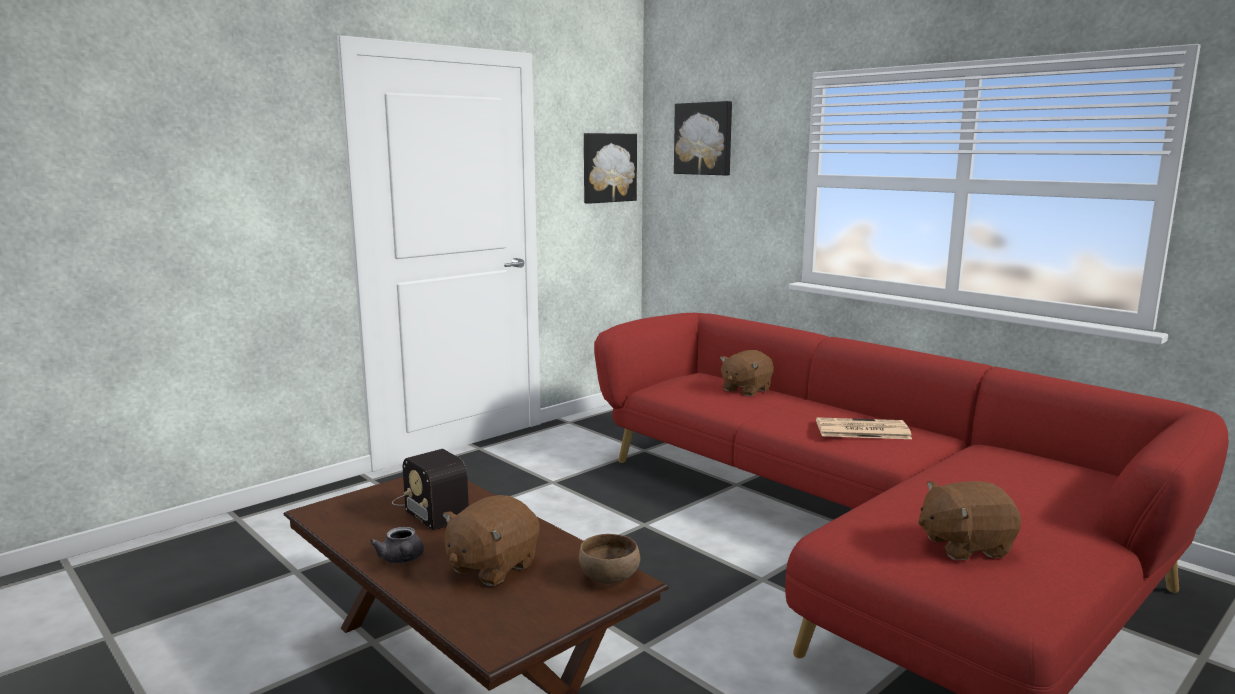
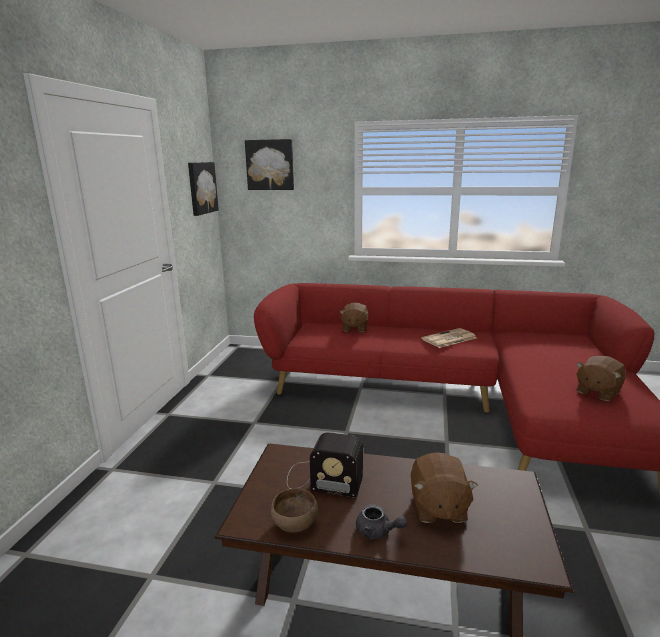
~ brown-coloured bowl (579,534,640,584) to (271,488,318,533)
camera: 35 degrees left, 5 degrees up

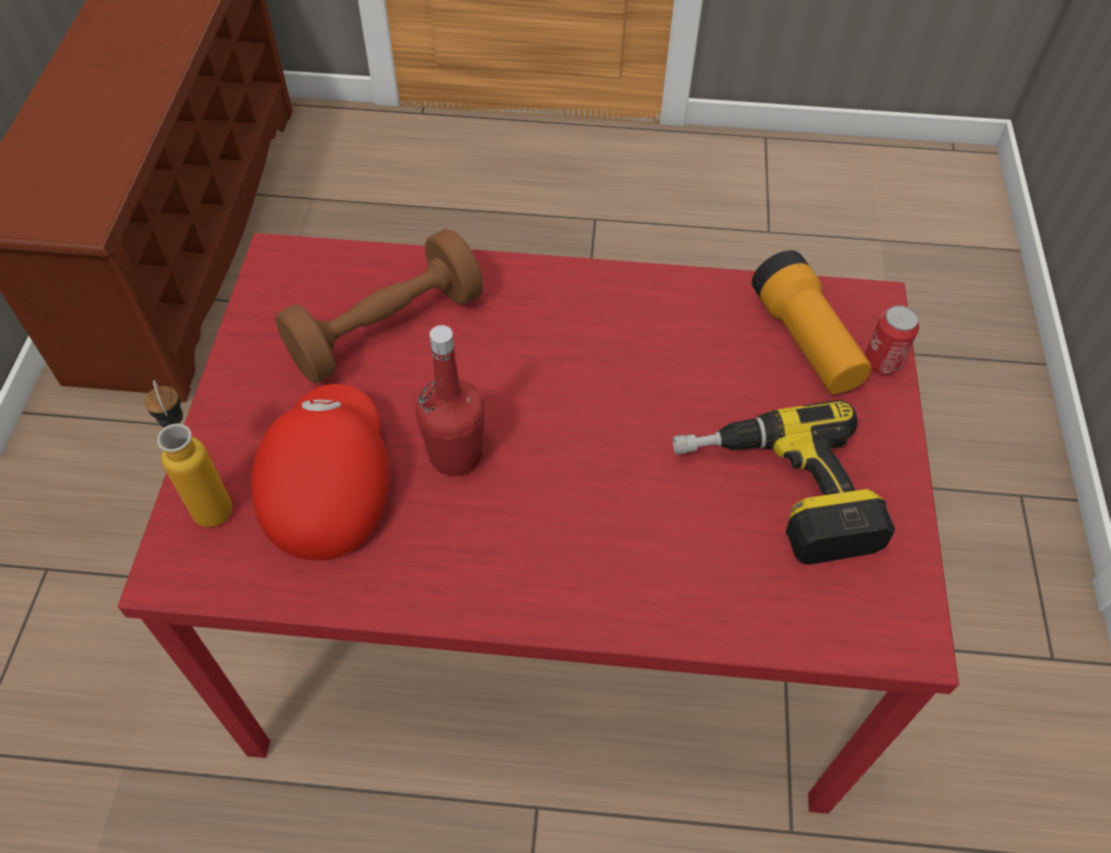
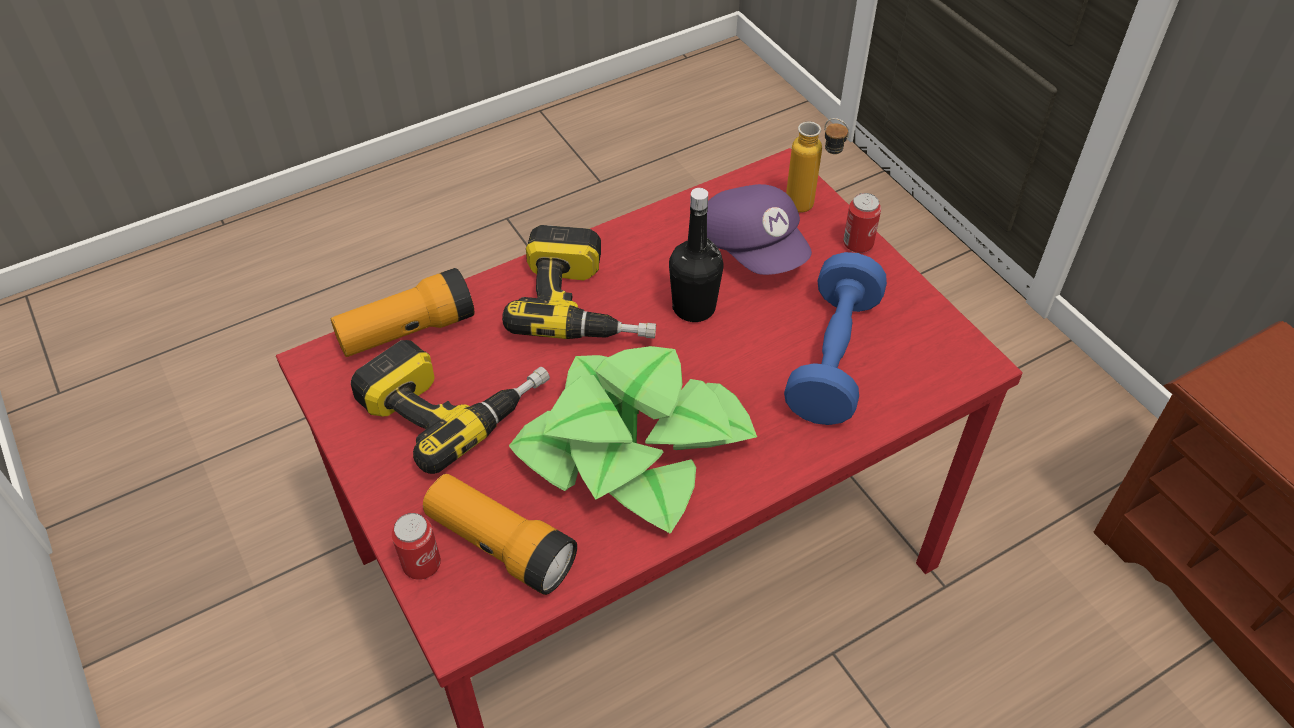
+ flashlight (331,268,474,357)
+ drill (502,225,656,339)
+ houseplant (509,346,757,534)
~ red drink bottle (416,325,485,476) to black-coloured drink bottle (669,188,724,322)
~ red cap (251,384,389,560) to purplish cap (707,184,812,275)
~ brown-coloured hand weight (275,229,483,383) to blue hand weight (784,252,887,425)
+ can (843,193,881,253)
camera: 145 degrees right, 5 degrees down

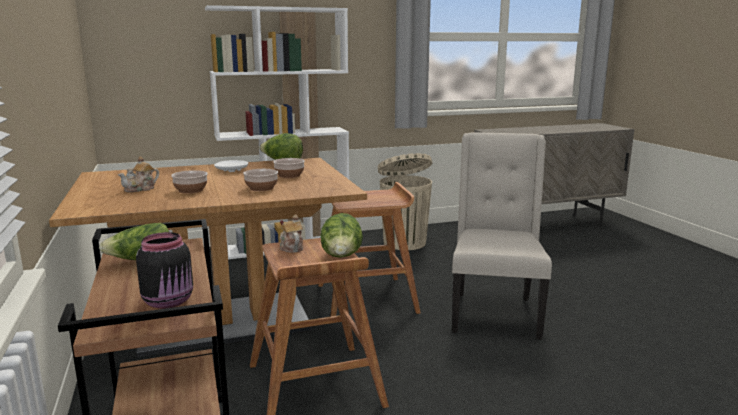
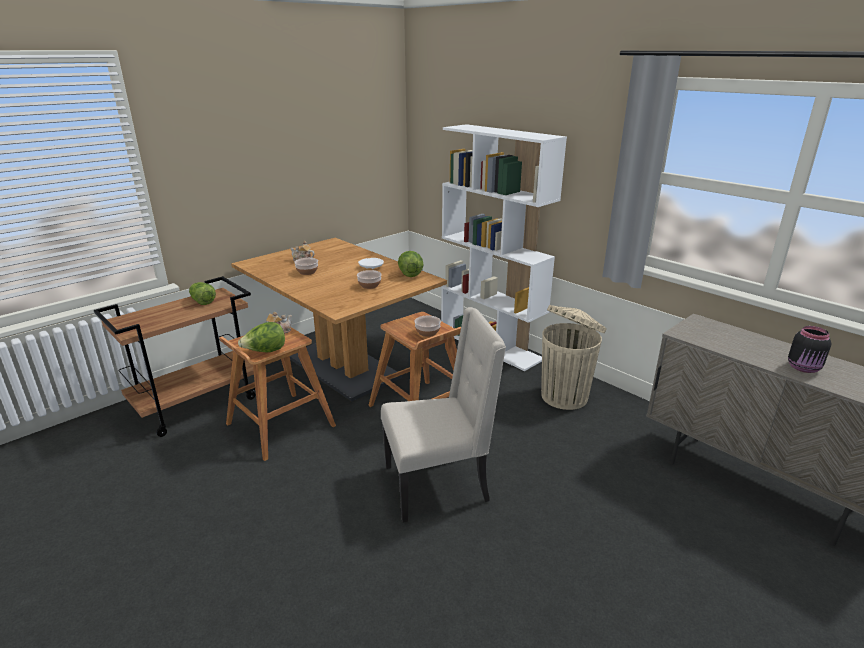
~ bowl (243,169,278,191) to (414,316,441,337)
~ black-coloured jar (136,232,193,309) to (788,326,831,373)
camera: 65 degrees right, 10 degrees up

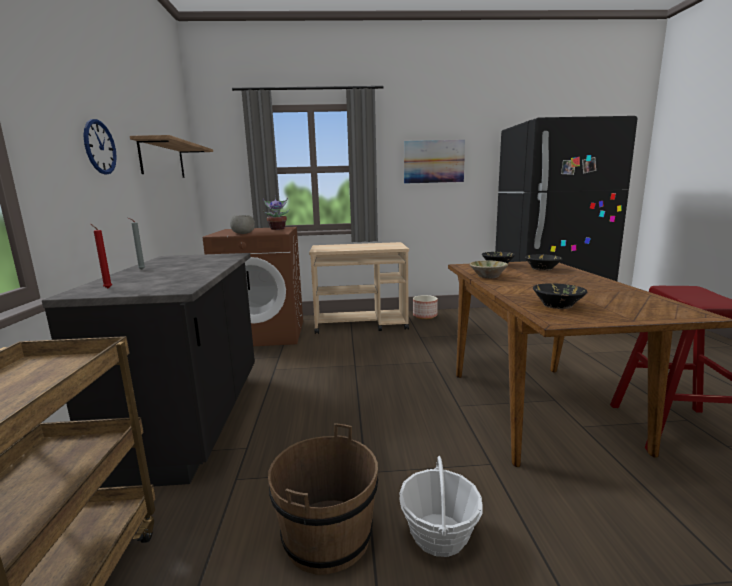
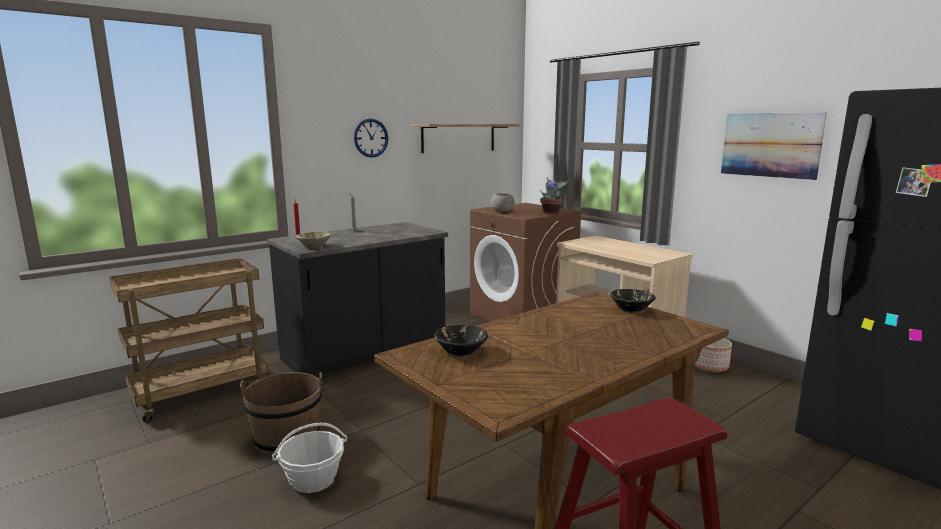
~ sand-coloured bowl (470,260,508,278) to (296,232,331,249)
- black-coloured bowl (525,254,562,271)
camera: 55 degrees right, 0 degrees up

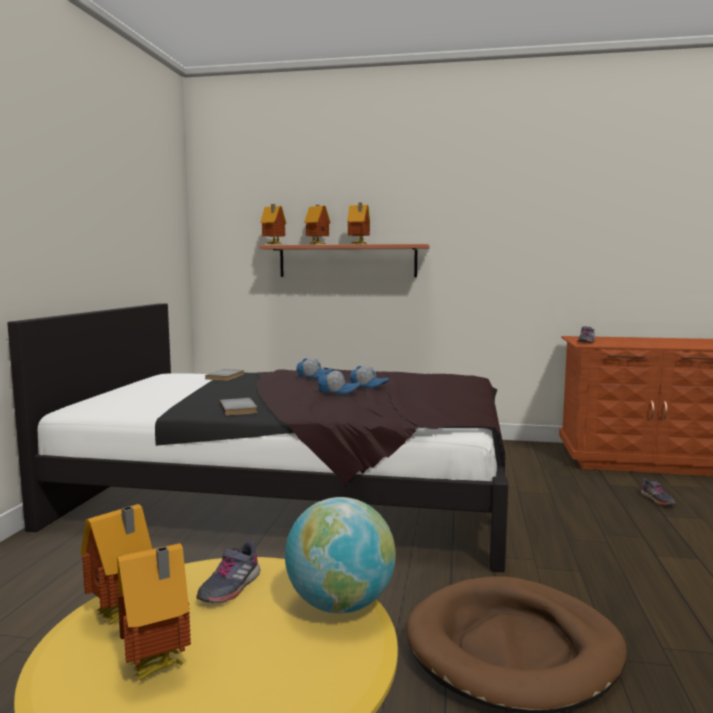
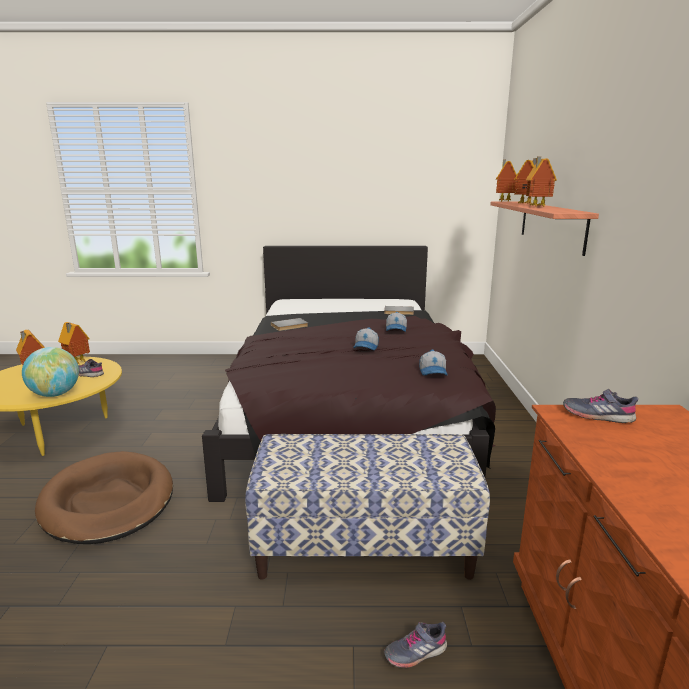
+ long seat (245,434,490,580)
~ cap (318,371,361,394) to (419,350,448,376)
camera: 80 degrees right, 10 degrees up

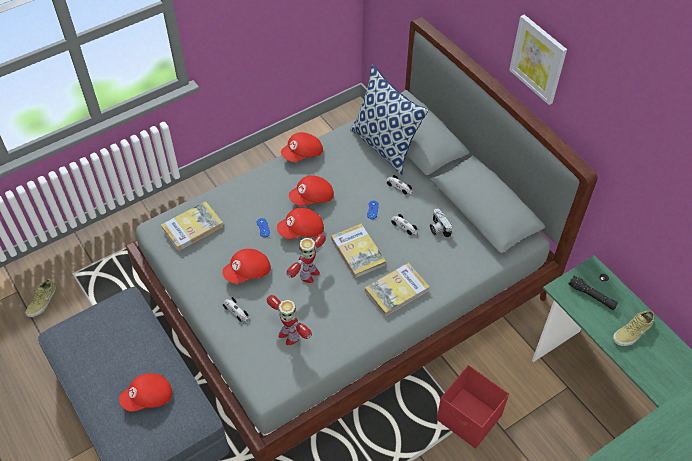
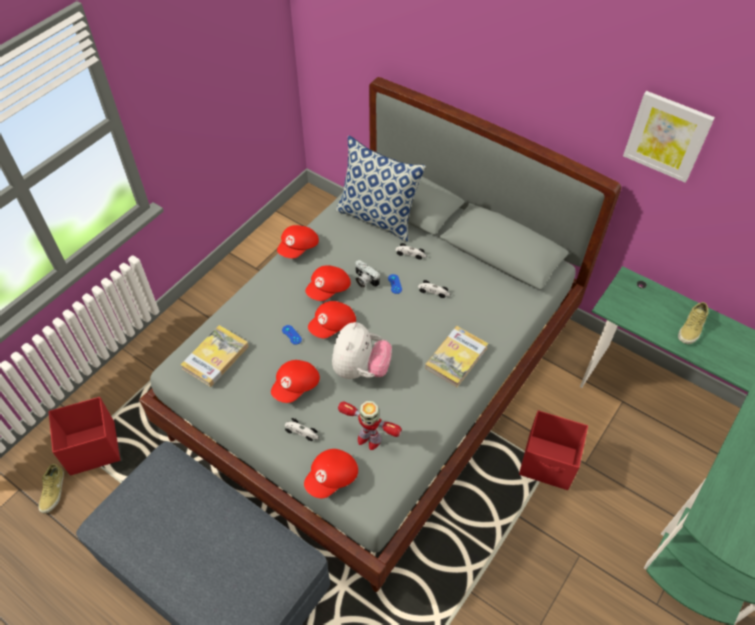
+ red storage box (48,397,120,476)
~ red cap (119,373,172,412) to (304,449,358,498)
~ toy robot (287,234,326,283) to cuddly toy (332,322,392,379)
~ still camera (430,209,452,238) to (356,260,380,288)
~ wall art (509,14,567,105) to (623,91,715,182)
- volume (331,224,386,278)
- black-coloured flashlight (568,275,618,310)
camera: 20 degrees left, 0 degrees up

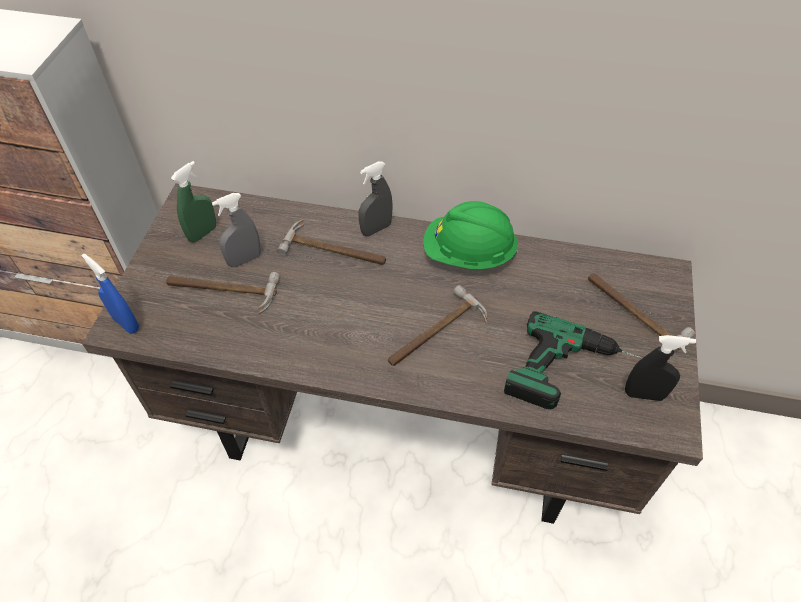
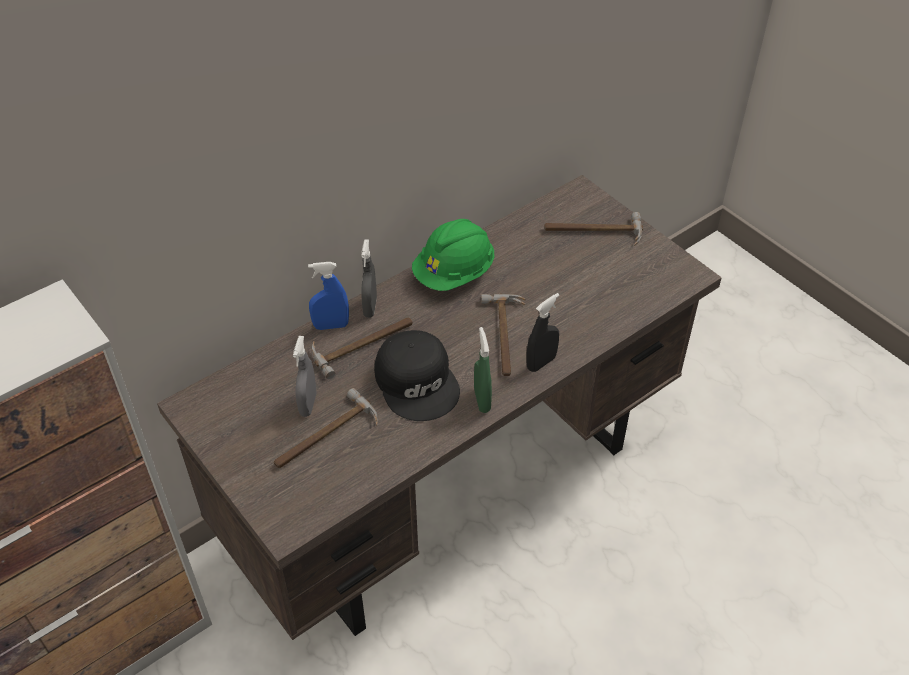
~ blue spray bottle (82,254,139,334) to (308,262,349,330)
+ black-coloured cap (374,330,460,421)
~ green-coloured spray bottle (171,161,216,242) to (474,327,492,413)
~ black-coloured spray bottle (625,335,696,401) to (526,293,559,372)
- drill (504,311,642,409)
camera: 50 degrees left, 5 degrees down

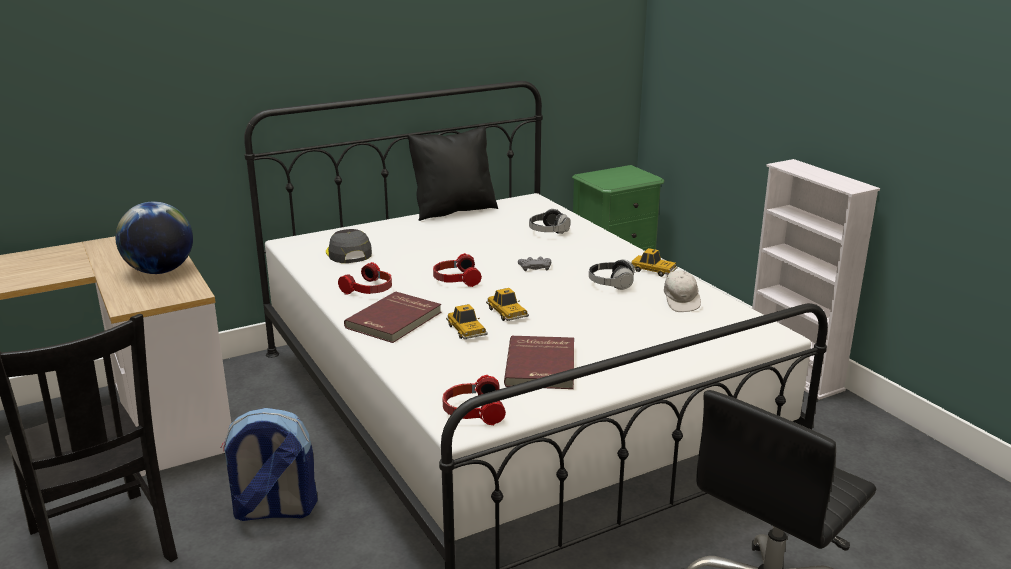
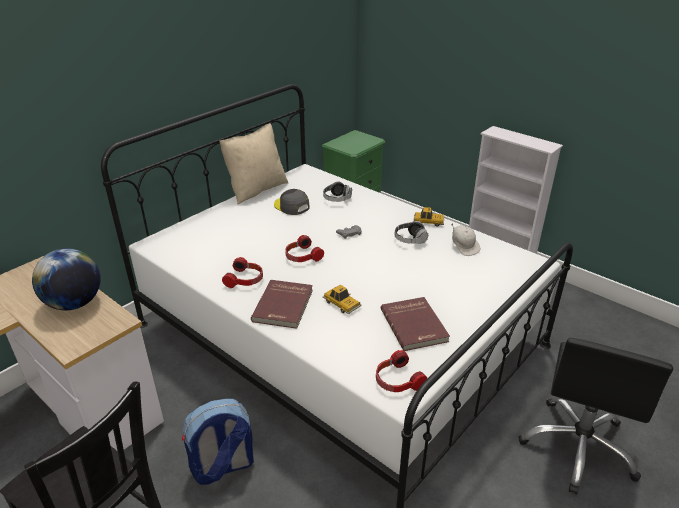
~ black-coloured throw pillow (408,126,498,221) to sand-coloured throw pillow (219,123,288,204)
~ grey cap (326,229,372,263) to (274,189,310,215)
- model car (486,288,529,321)
camera: 20 degrees left, 10 degrees up

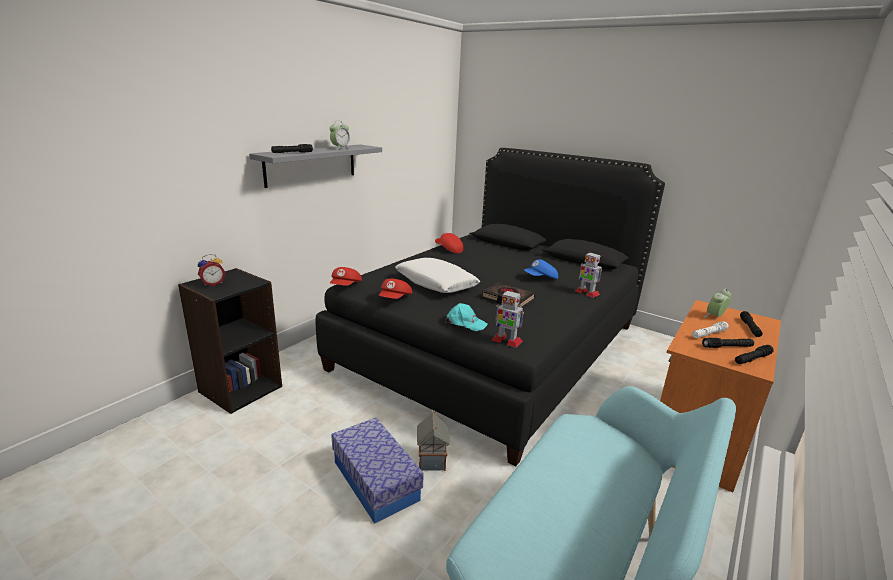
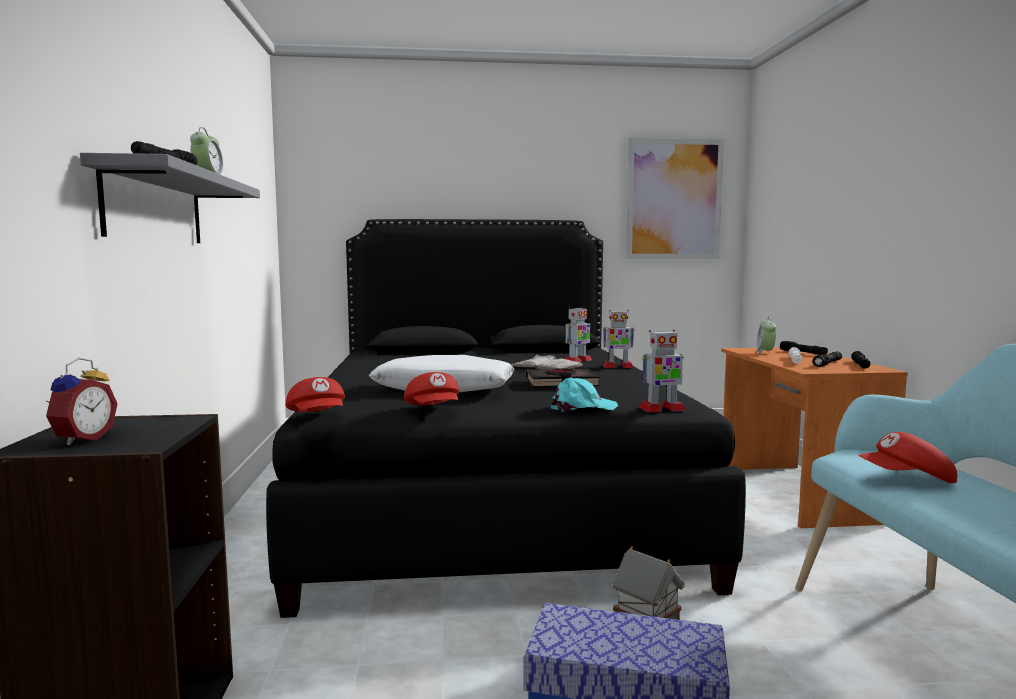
~ blue cap (524,259,558,279) to white-coloured volume (511,354,583,369)
+ toy robot (564,307,592,362)
+ wall art (626,138,724,259)
~ red cap (435,233,463,253) to (858,432,957,483)
camera: 40 degrees left, 15 degrees down

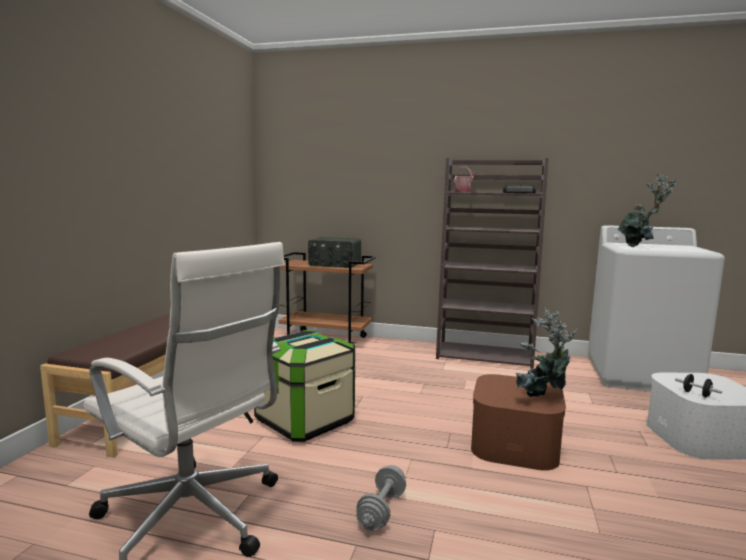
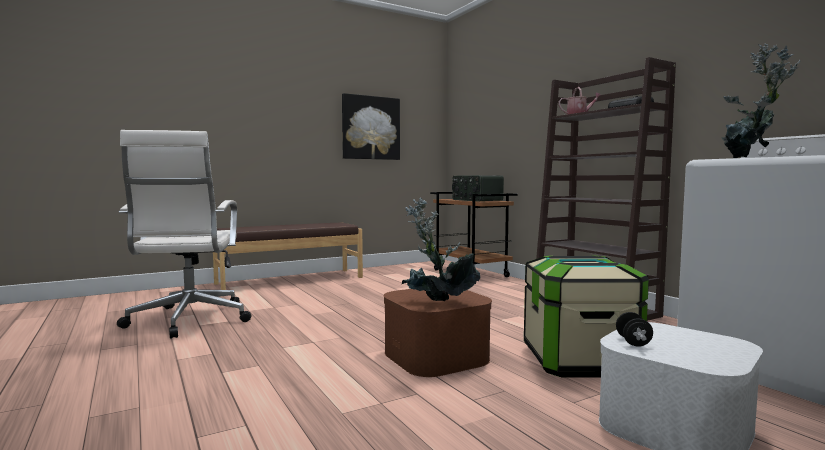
+ wall art (342,93,400,160)
~ storage box (254,330,355,442) to (524,255,649,377)
- grey hand weight (356,465,406,531)
camera: 45 degrees right, 5 degrees down

